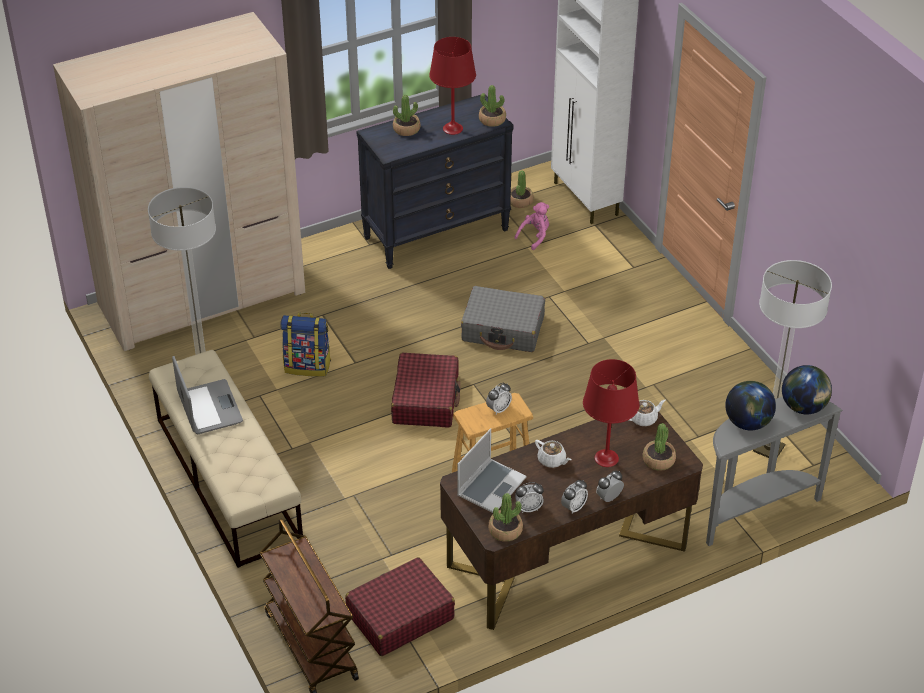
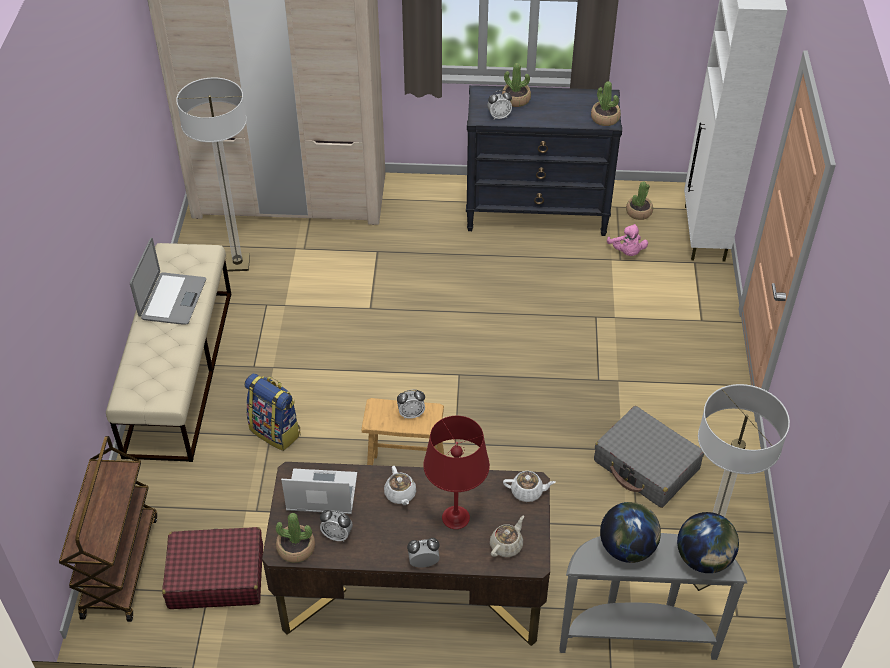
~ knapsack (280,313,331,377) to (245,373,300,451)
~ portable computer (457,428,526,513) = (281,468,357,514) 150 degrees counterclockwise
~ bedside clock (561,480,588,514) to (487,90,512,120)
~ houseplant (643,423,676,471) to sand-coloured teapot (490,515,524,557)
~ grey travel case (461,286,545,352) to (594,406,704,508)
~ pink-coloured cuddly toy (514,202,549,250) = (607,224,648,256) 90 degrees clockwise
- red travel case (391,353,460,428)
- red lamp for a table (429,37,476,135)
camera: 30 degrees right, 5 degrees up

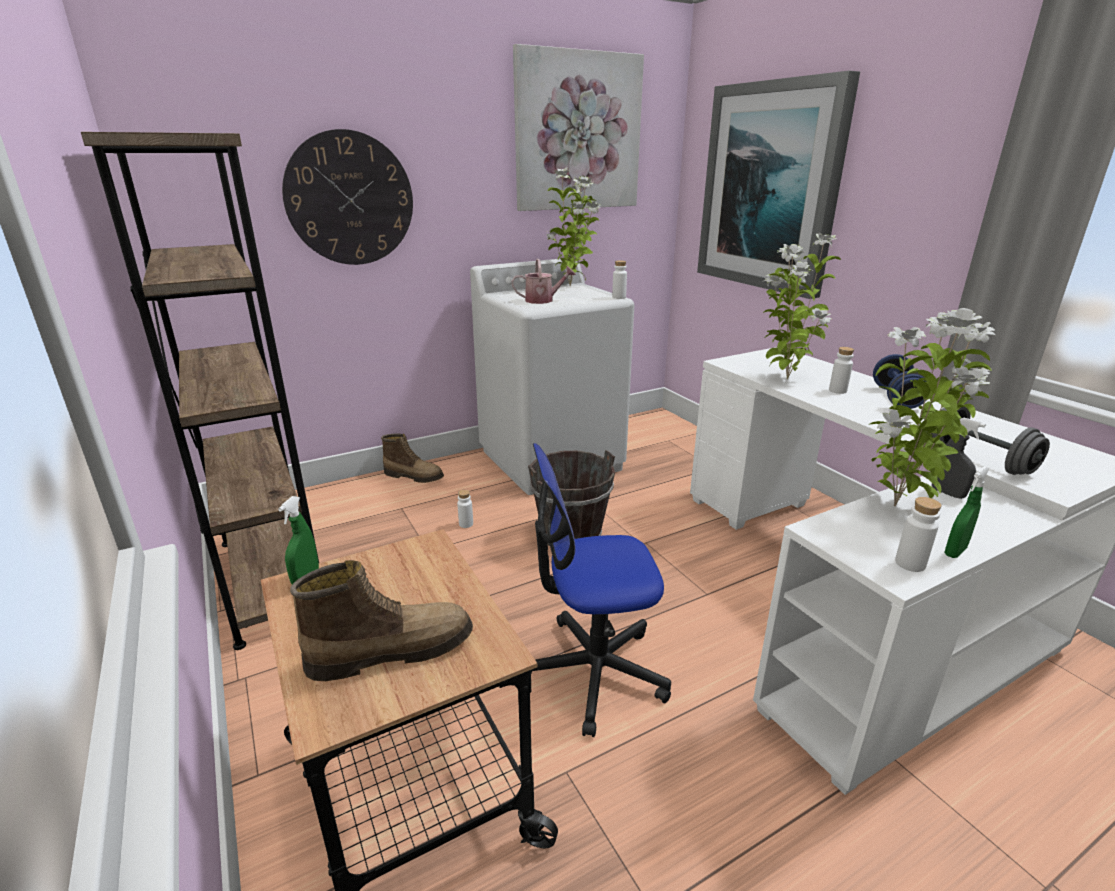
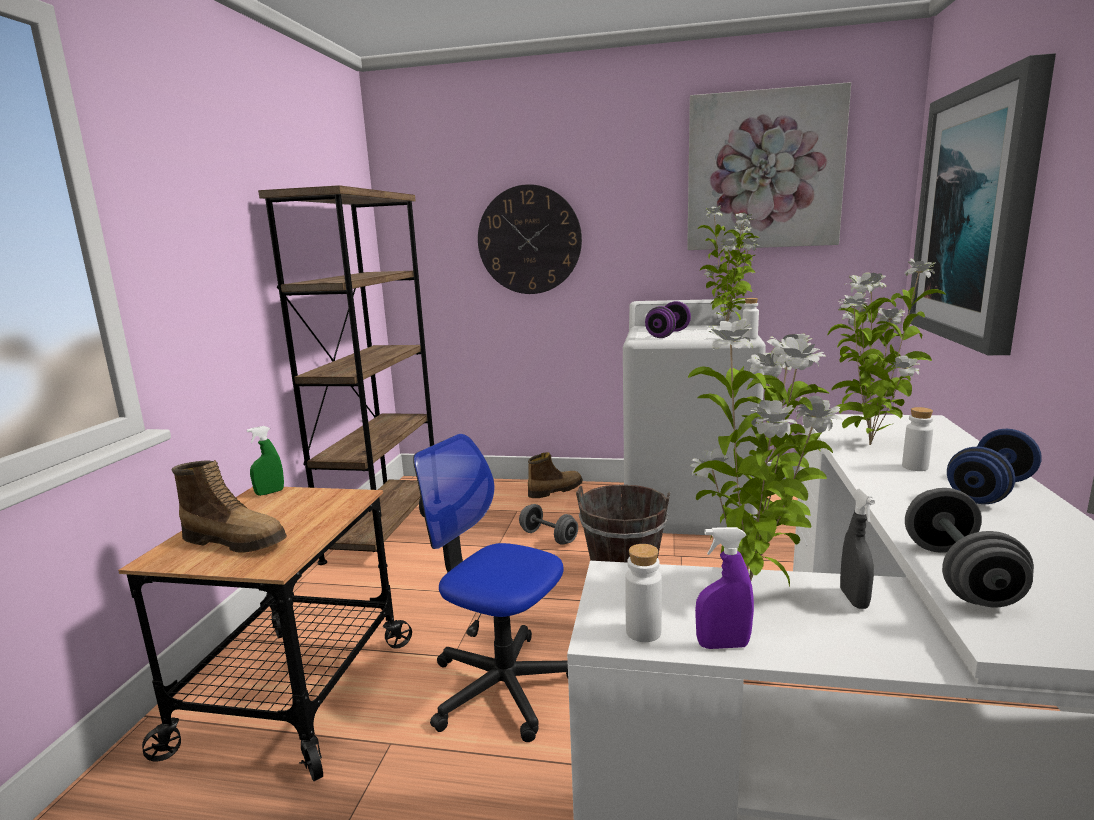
~ white-coloured drink bottle (457,490,473,528) to grey hand weight (519,504,578,545)
~ high-top boot (381,433,444,483) = (528,452,583,498) 90 degrees counterclockwise
~ watering can (511,259,576,304) to purplish hand weight (645,301,691,338)
~ green-coloured spray bottle (944,466,989,558) to purplish spray bottle (695,527,754,649)
camera: 40 degrees right, 10 degrees down

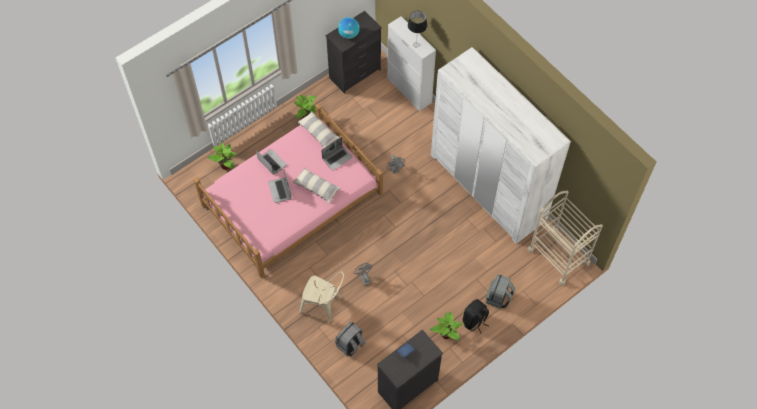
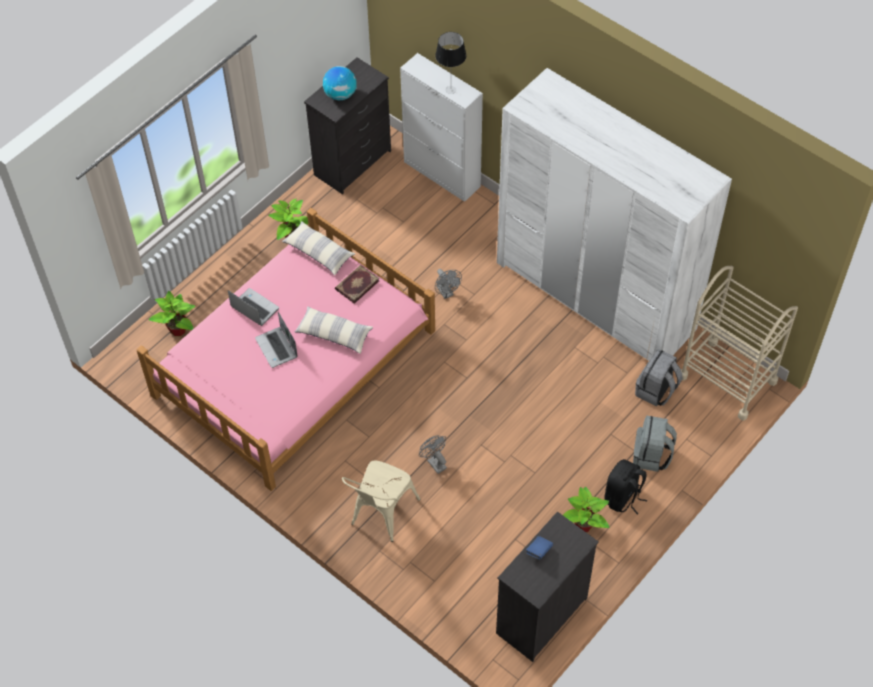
~ portable computer (321,137,352,170) to volume (335,265,379,304)
~ sand-coloured chair (299,271,344,323) = (342,461,420,542) 105 degrees clockwise
~ grey knapsack (335,321,366,357) to (635,349,682,406)
camera: 10 degrees left, 5 degrees down

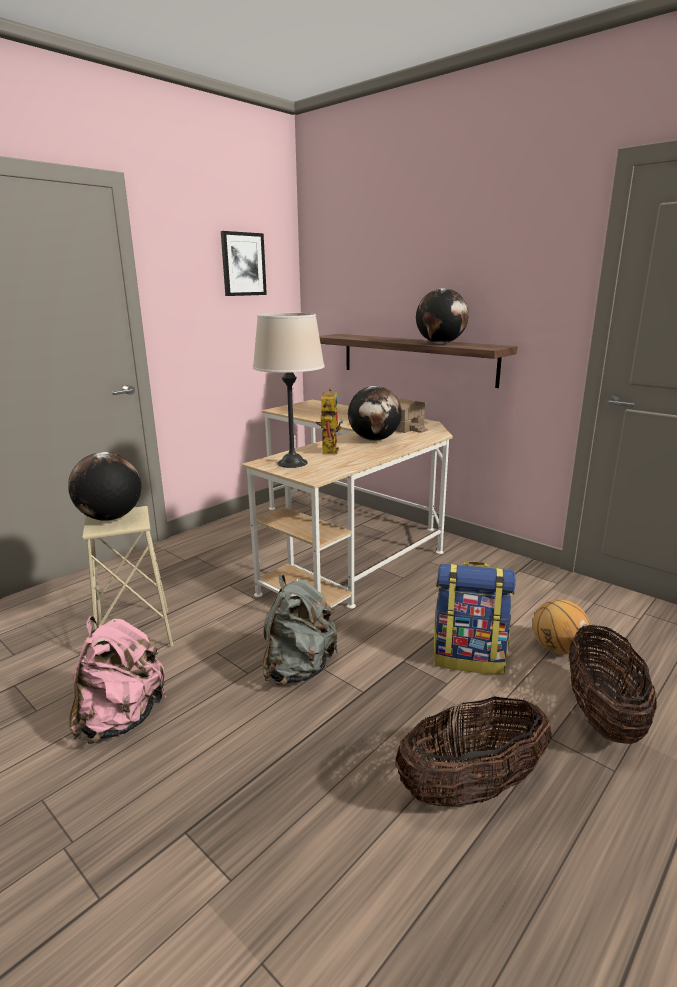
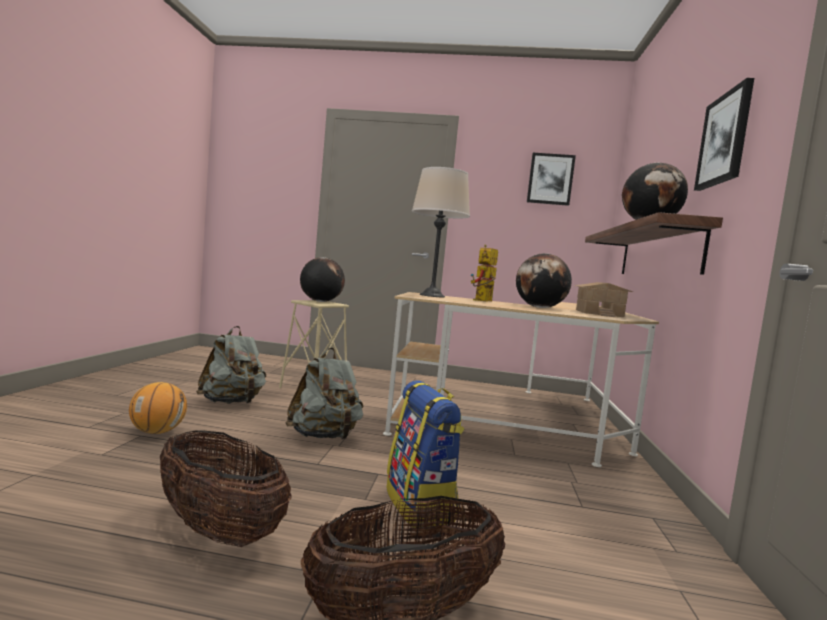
~ ball for basketball (533,599,590,654) to (129,382,187,434)
~ pink-coloured knapsack (69,616,167,744) to grey knapsack (196,326,266,404)
~ toy robot (315,388,343,454) = (471,245,498,302) 150 degrees clockwise
+ wall art (694,78,754,191)
camera: 55 degrees right, 15 degrees down

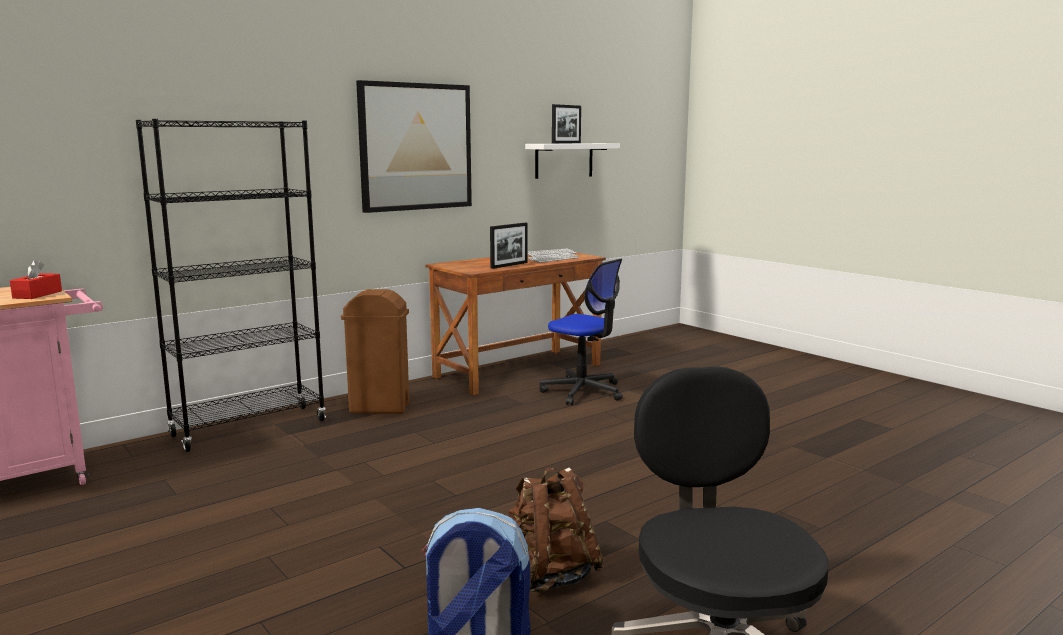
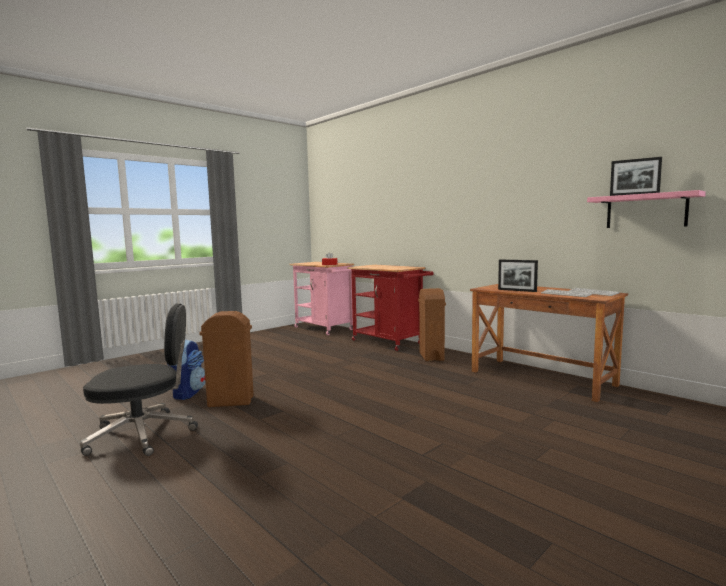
~ brown-coloured knapsack (508,467,604,592) to brown-coloured waste bin (199,311,254,407)
~ black-coloured bookcase (136,119,326,452) to red trolley (347,265,433,351)
~ white-coloured shelf (525,143,620,179) to pink-coloured shelf (587,190,706,228)
- wall art (356,80,472,213)
- office chair (540,259,623,405)
camera: 85 degrees right, 5 degrees down

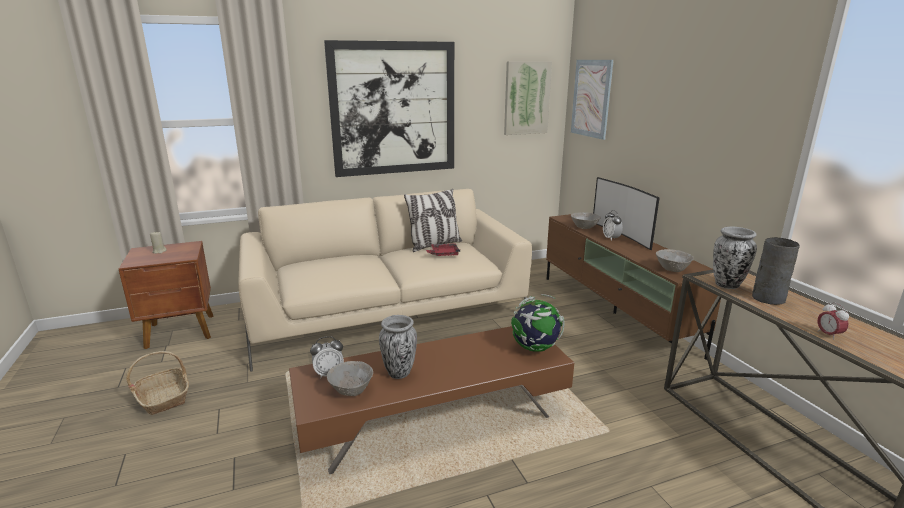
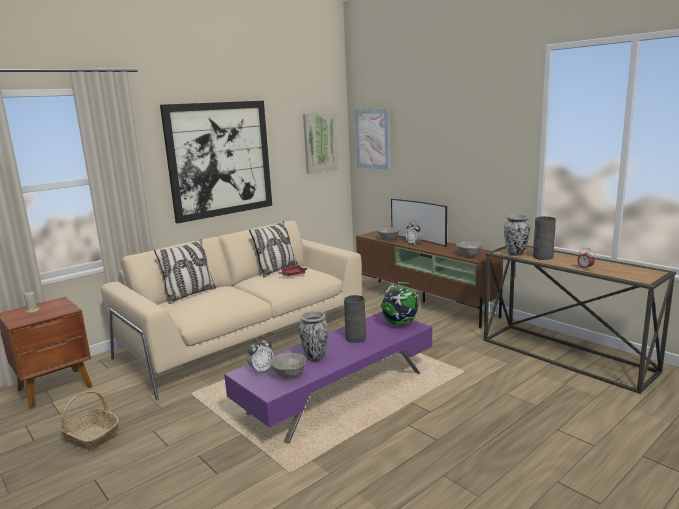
+ throw pillow (154,239,217,304)
~ brown-coloured low table (289,326,574,474) to purplish low table (224,312,432,444)
+ grey decorative vase (344,295,366,343)
camera: 20 degrees left, 5 degrees down

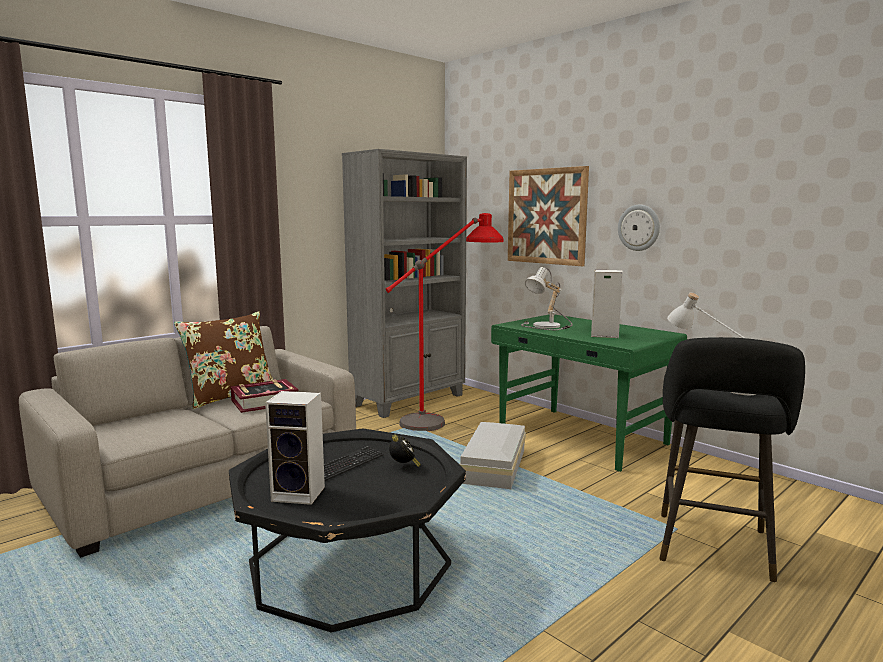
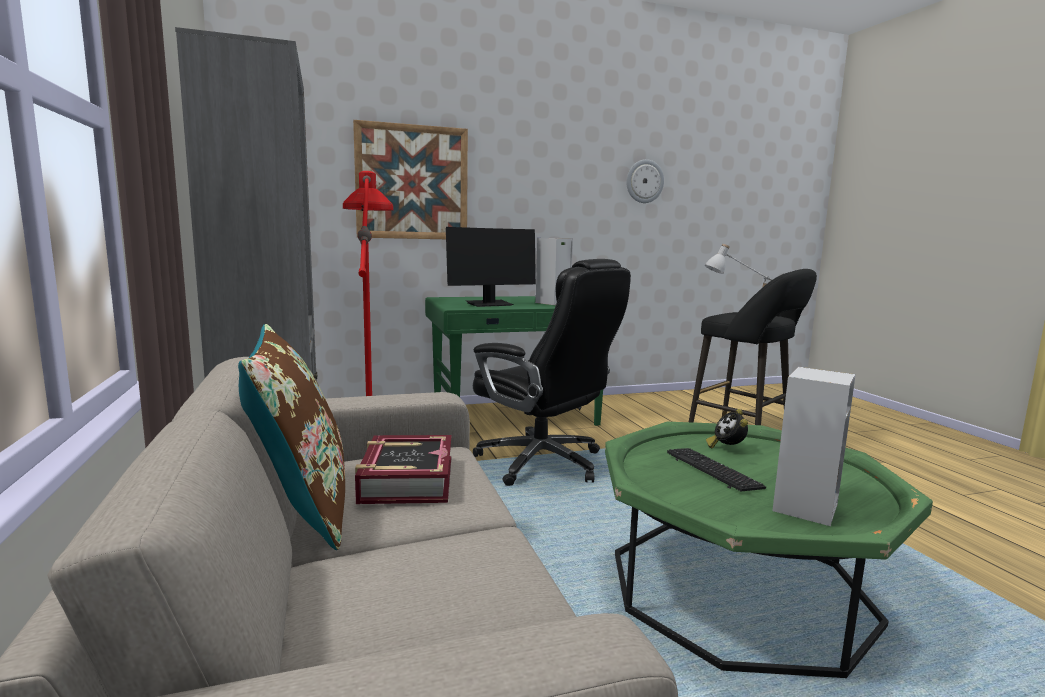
~ lamp for a table (521,267,572,330) to monitor (446,227,536,307)
~ white-coloured storage box (459,422,526,489) to black-coloured office chair (473,259,631,486)
~ black-coloured low table (229,428,466,633) to green-coloured low table (605,422,933,678)
~ hanging clock (618,205,660,251) to (626,159,664,203)
~ bedside clock (389,434,421,467) = (706,409,748,448) 105 degrees counterclockwise
camera: 65 degrees left, 0 degrees up

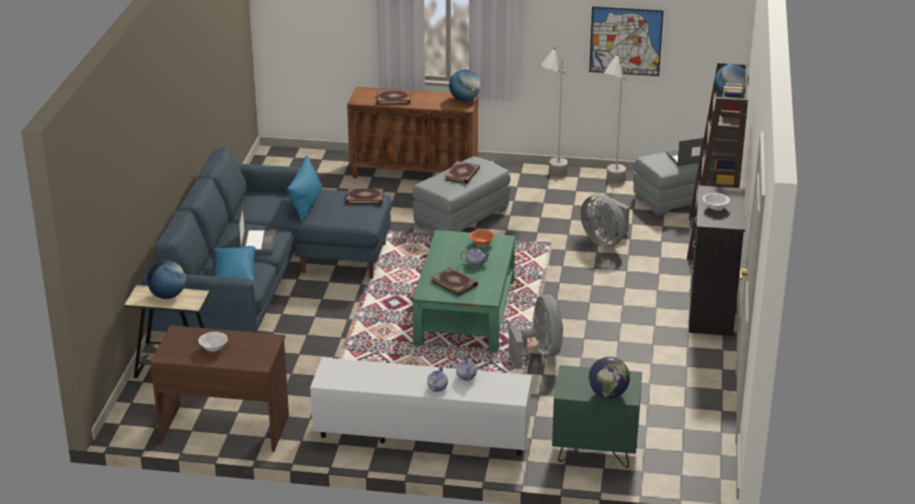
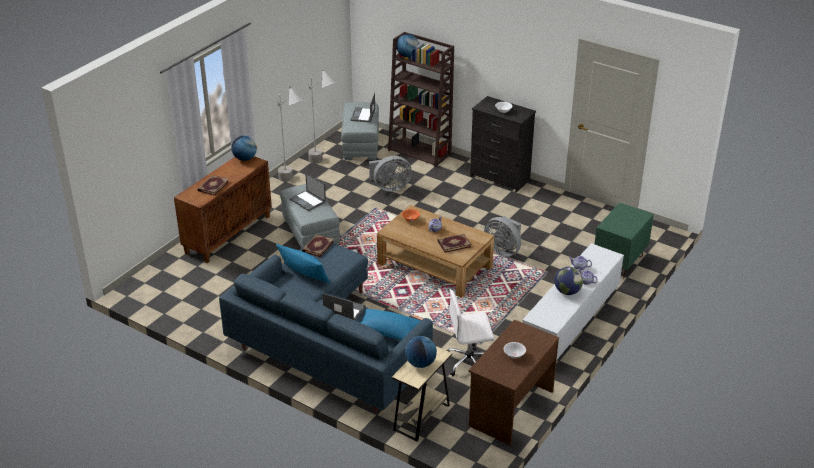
~ volume (445,161,480,184) to portable computer (289,173,326,211)
~ green-coloured low table (413,230,515,352) to brown-coloured low table (377,205,494,298)
+ white-coloured office chair (446,289,495,376)
~ grey electric fan (509,295,563,369) = (484,216,521,257) 150 degrees counterclockwise
~ desk globe (588,357,630,398) to (554,267,583,295)
- wall art (589,6,663,76)
camera: 65 degrees left, 5 degrees up

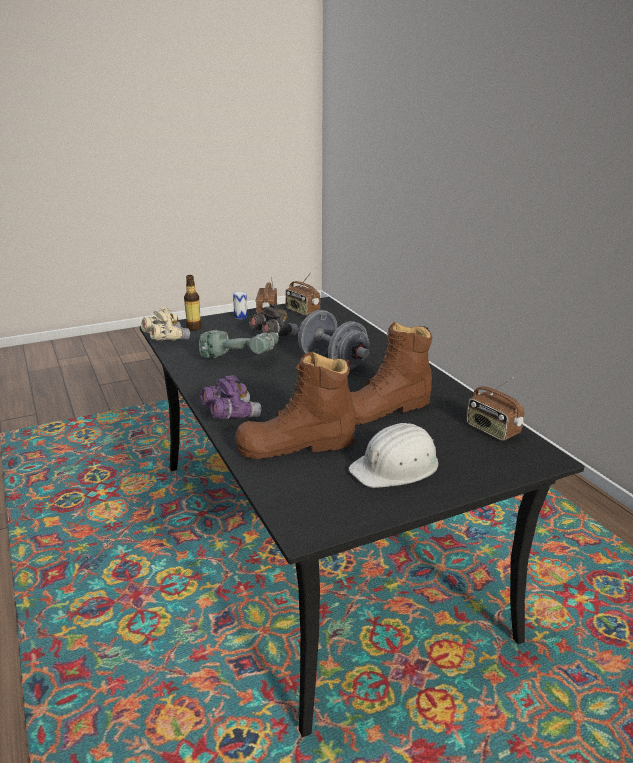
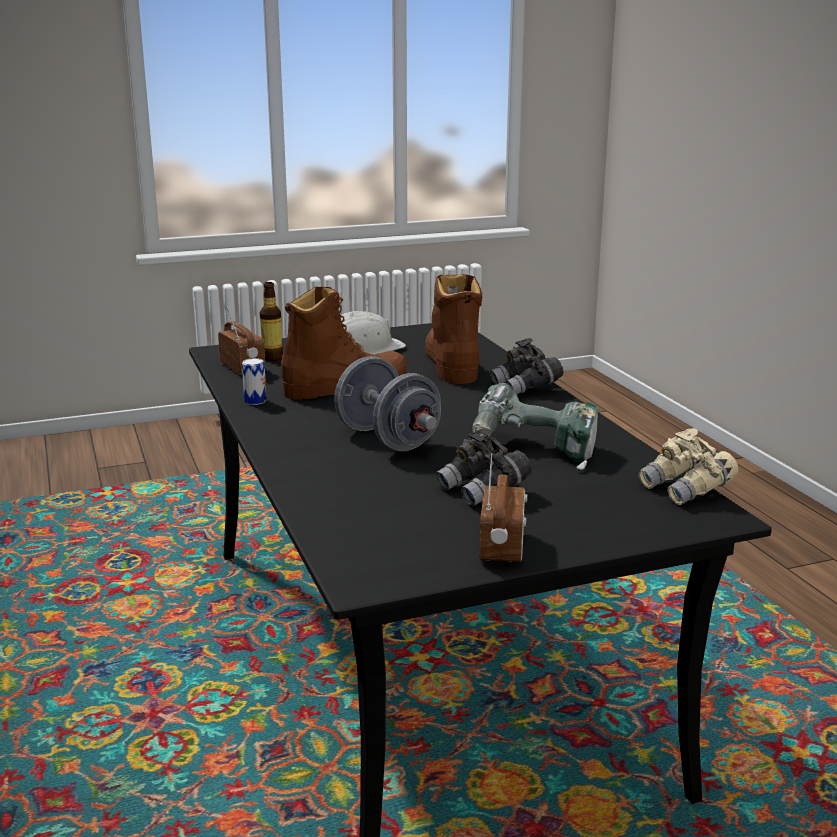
~ can (233,291,248,319) to (242,358,267,405)
~ drink bottle (184,275,202,331) to (260,282,283,361)
~ brown-coloured high-top boot (235,351,355,459) = (425,274,482,384) 90 degrees counterclockwise
~ purplish field glasses (200,375,261,420) to grey field glasses (490,338,563,394)
- radio receiver (285,272,320,316)
camera: 175 degrees left, 5 degrees down

